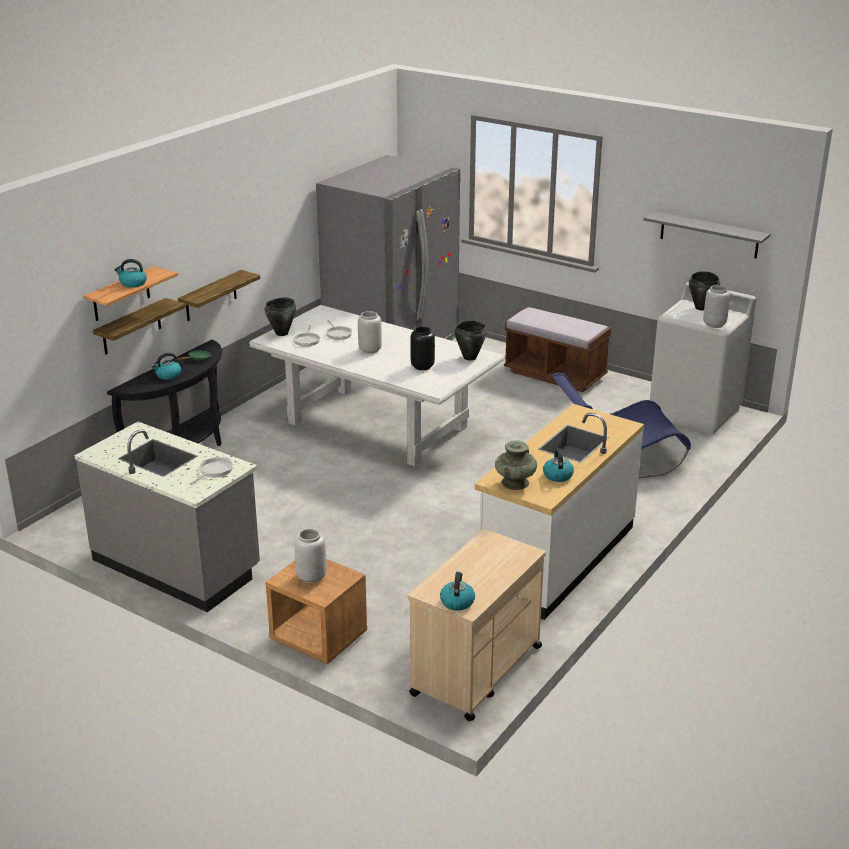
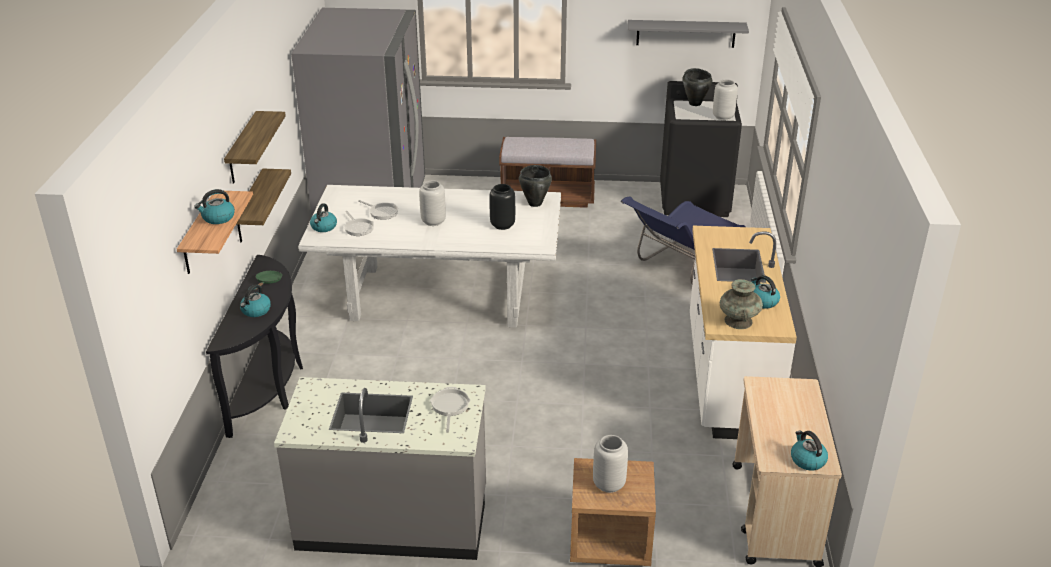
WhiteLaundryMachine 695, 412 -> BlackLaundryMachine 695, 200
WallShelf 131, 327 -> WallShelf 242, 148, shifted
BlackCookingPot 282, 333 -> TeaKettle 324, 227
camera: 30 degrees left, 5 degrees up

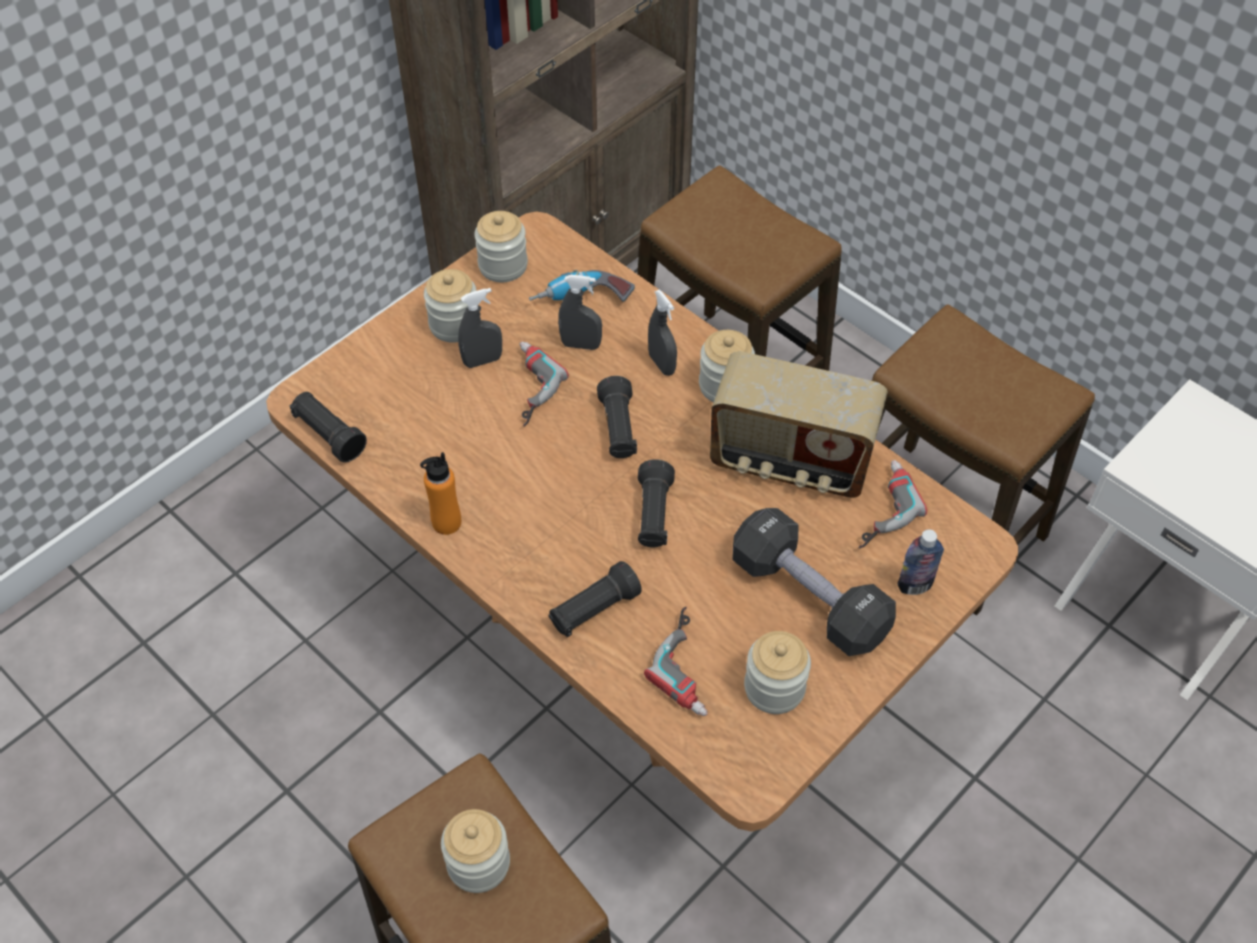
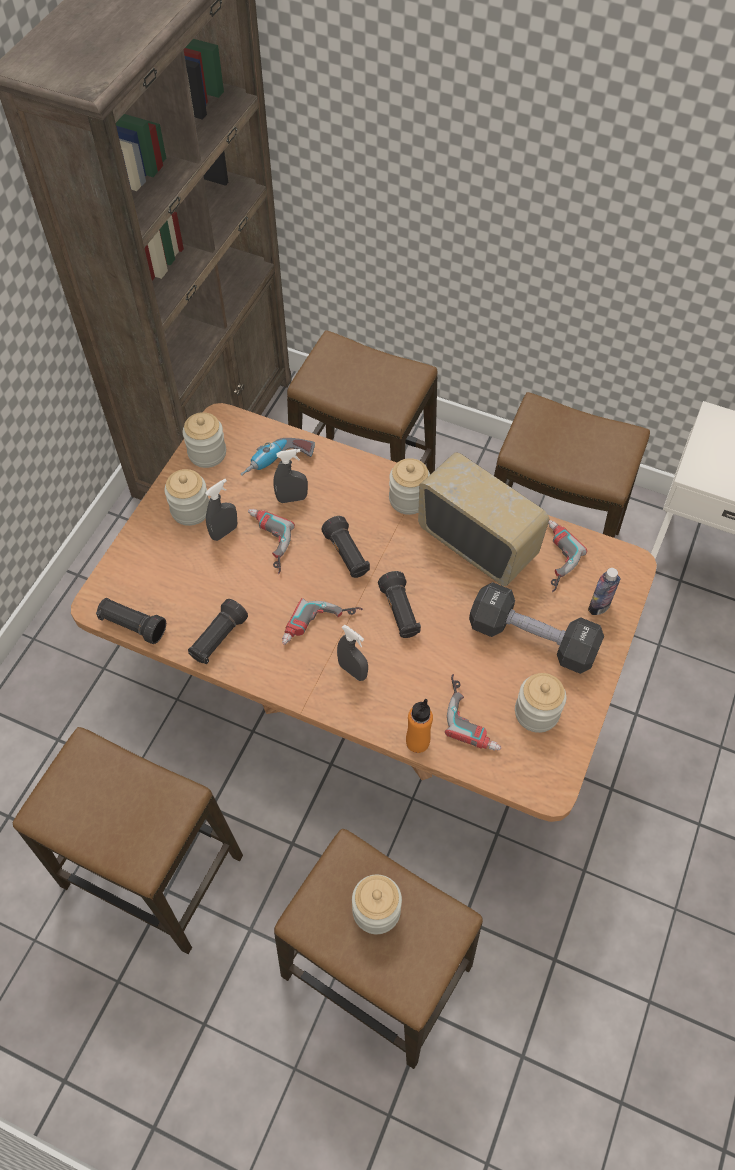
GreyishHandSprayer 661, 364 -> GreyishHandSprayer 352, 671, shifted
Radio 790, 462 -> Radio 478, 542, 135 degrees counterclockwise
OrangeColouredBottle 446, 522 -> OrangeColouredBottle 417, 742, shifted
BlackTorch 593, 610 -> BlackTorch 218, 639, shifted
none -> PowerDrill 321, 628
none -> StoolSeat 152, 871
camera: 20 degrees left, 5 degrees up

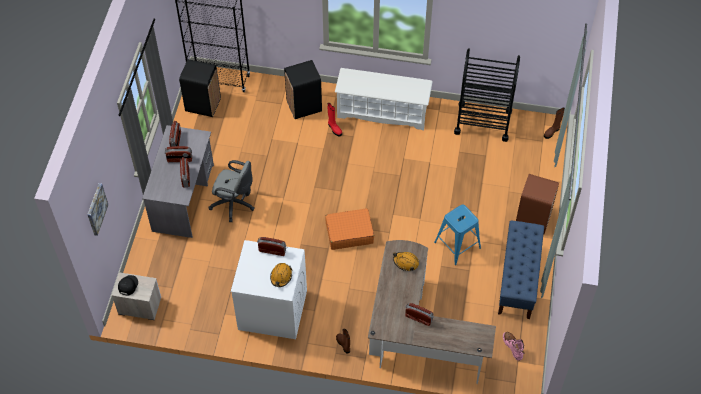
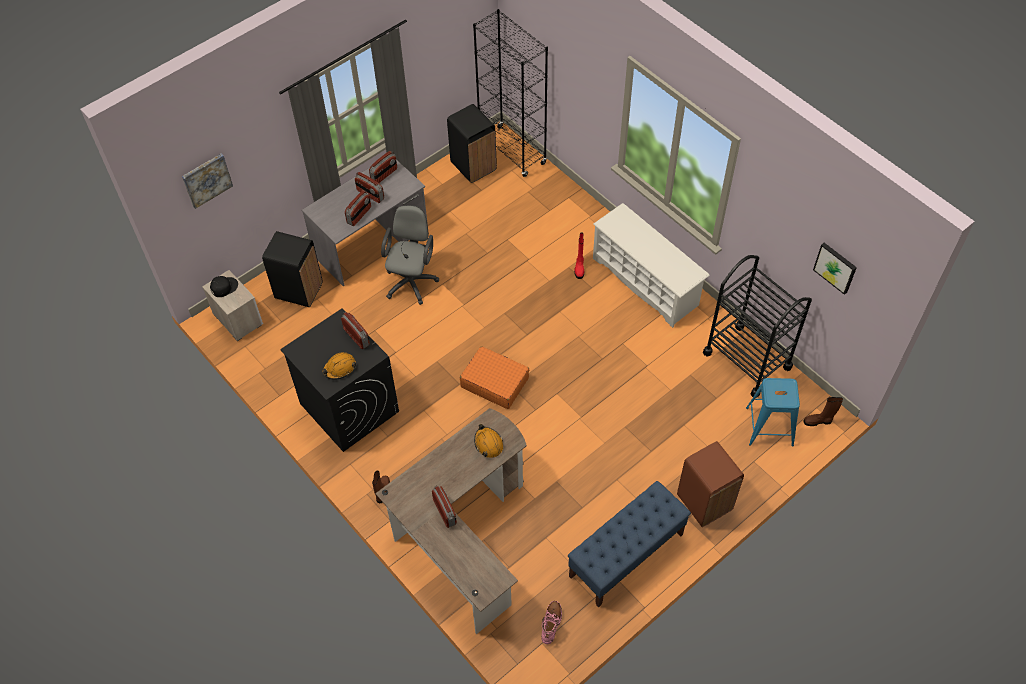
BlackRubbishBin 303, 106 -> BlackRubbishBin 299, 290, shifted
GreyishDeskChair 234, 204 -> GreyishDeskChair 412, 280, 135 degrees counterclockwise
BlueColouredStoolSeat 457, 245 -> BlueColouredStoolSeat 769, 427, shifted
WhiteLaundryMachine 272, 310 -> BlackLaundryMachine 348, 407
none -> Picture 835, 267
camera: 40 degrees right, 0 degrees up

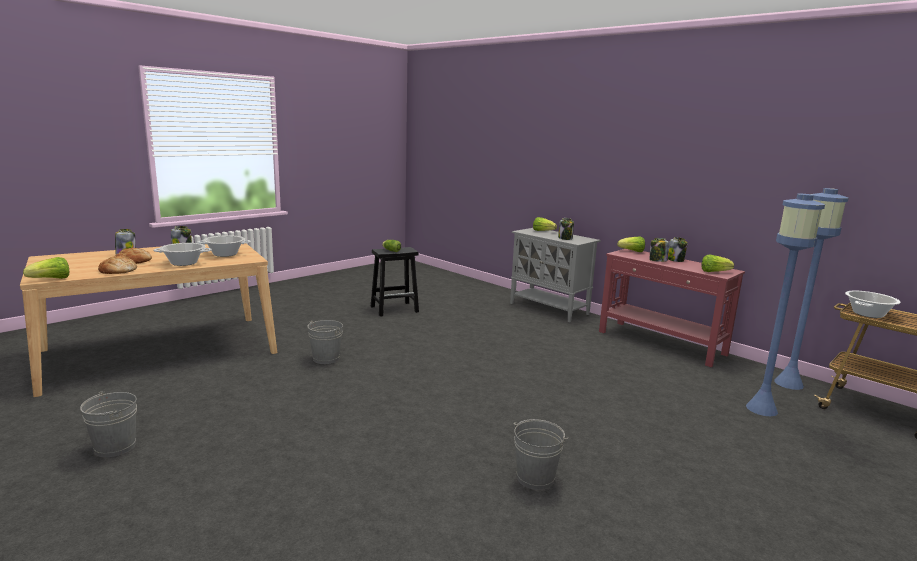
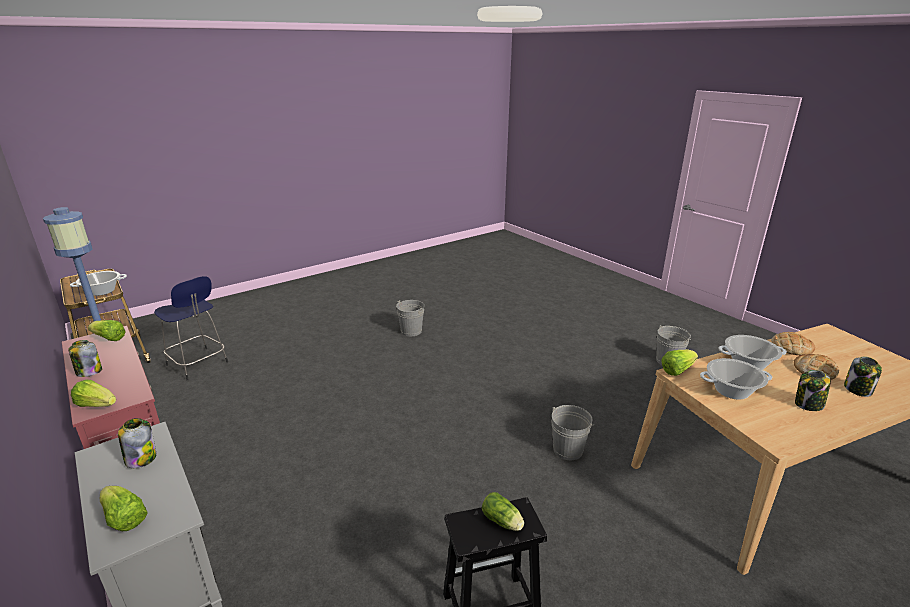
BlueColouredFloorLamp 761, 408 -> BlueColouredStoolSeat 198, 364
StorageJar 657, 261 -> none
LettuceHead 51, 279 -> LettuceHead 677, 370, shifted
camera: 170 degrees left, 10 degrees up

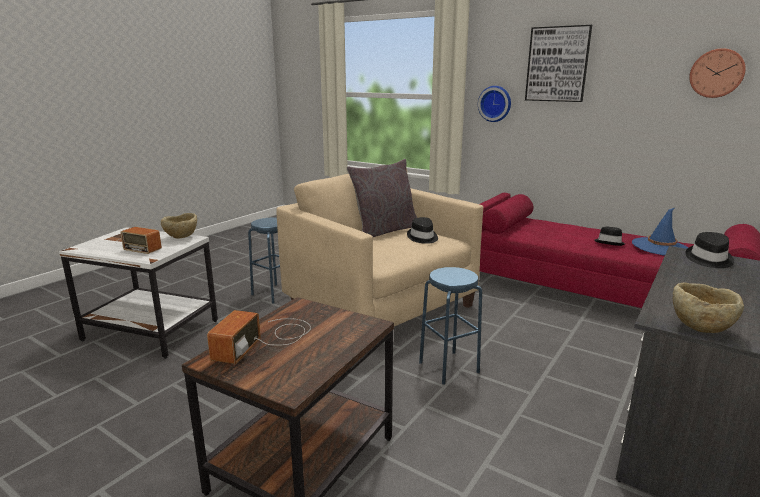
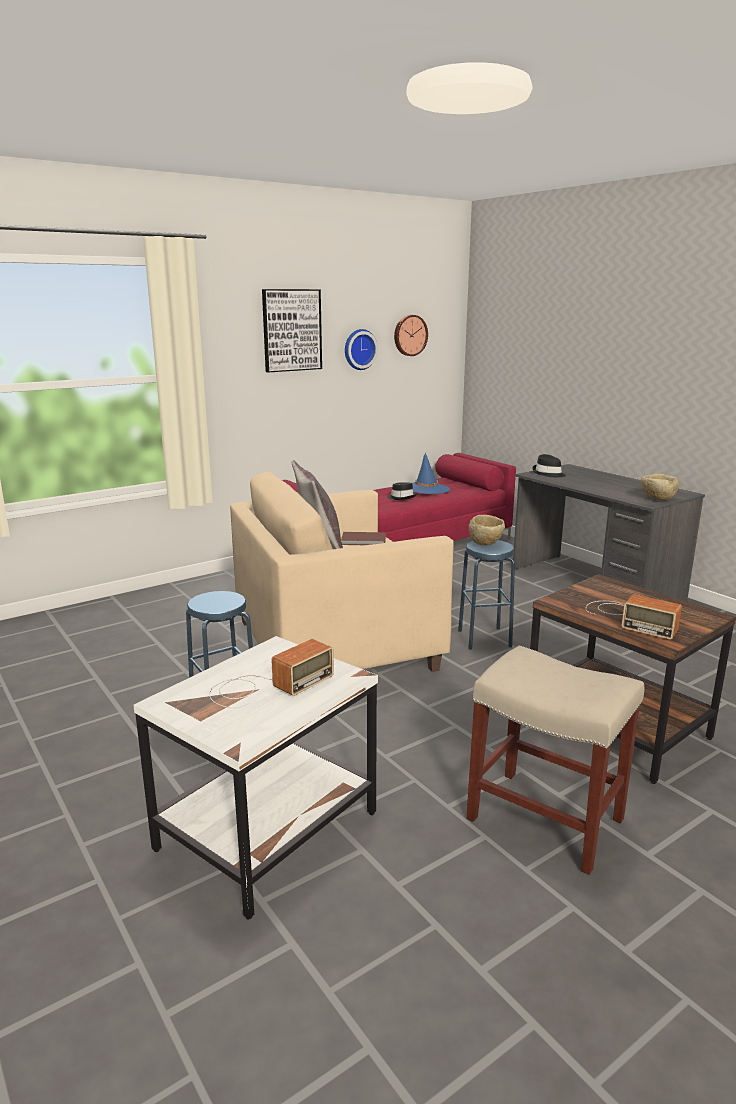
HangingClock 495, 103 -> HangingClock 359, 349, shifted
BeigeColouredBowl 181, 238 -> BeigeColouredBowl 486, 544, shifted
BlackClothingHat 422, 237 -> BrownColouredBook 364, 541
none -> BeigeColouredStoolSeat 547, 819
camera: 70 degrees left, 0 degrees up

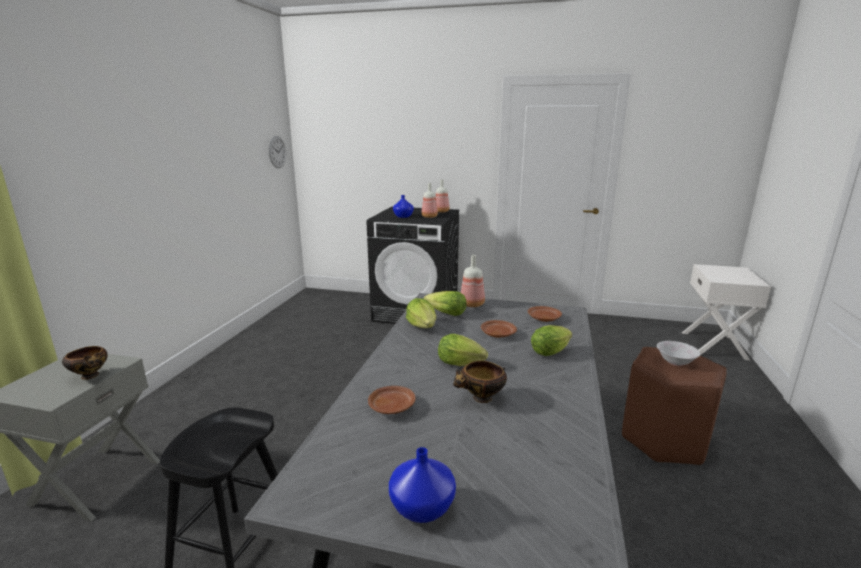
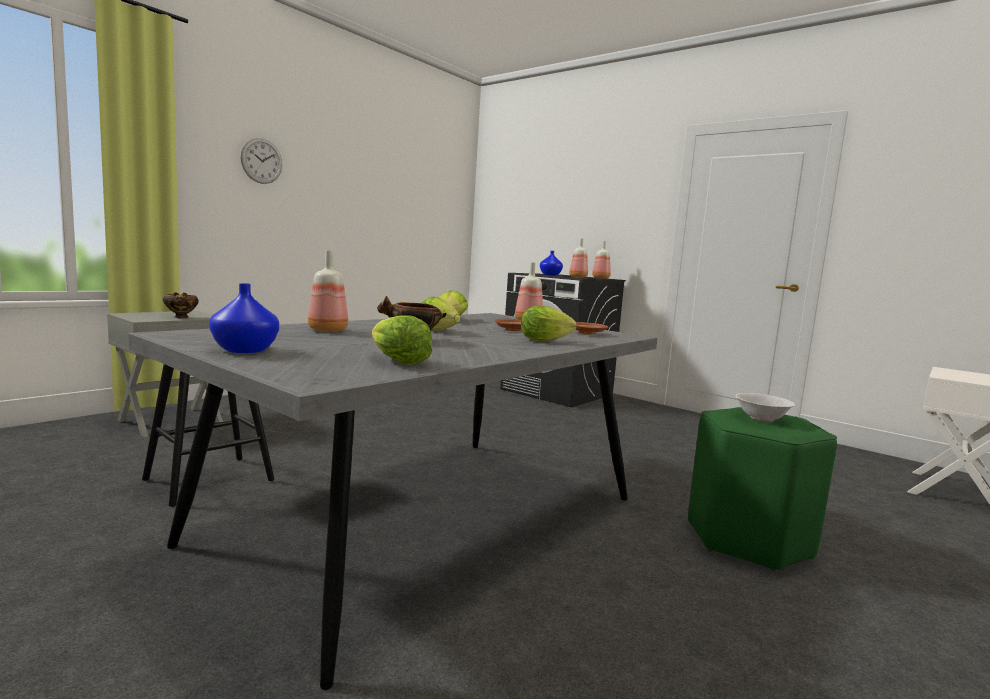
HangingClock 277, 152 -> HangingClock 261, 161, shifted
LettuceHead 446, 313 -> LettuceHead 397, 361, shifted
BrownColouredStoolSeat 664, 440 -> GreenishStoolSeat 748, 540
BrownColouredPlate 392, 407 -> Bottle 329, 330
camera: 25 degrees right, 10 degrees down

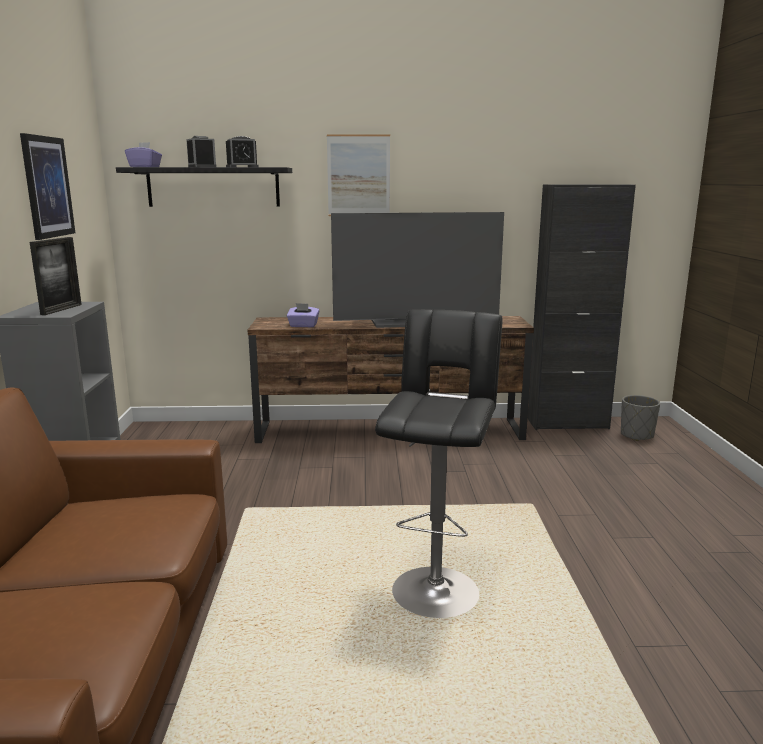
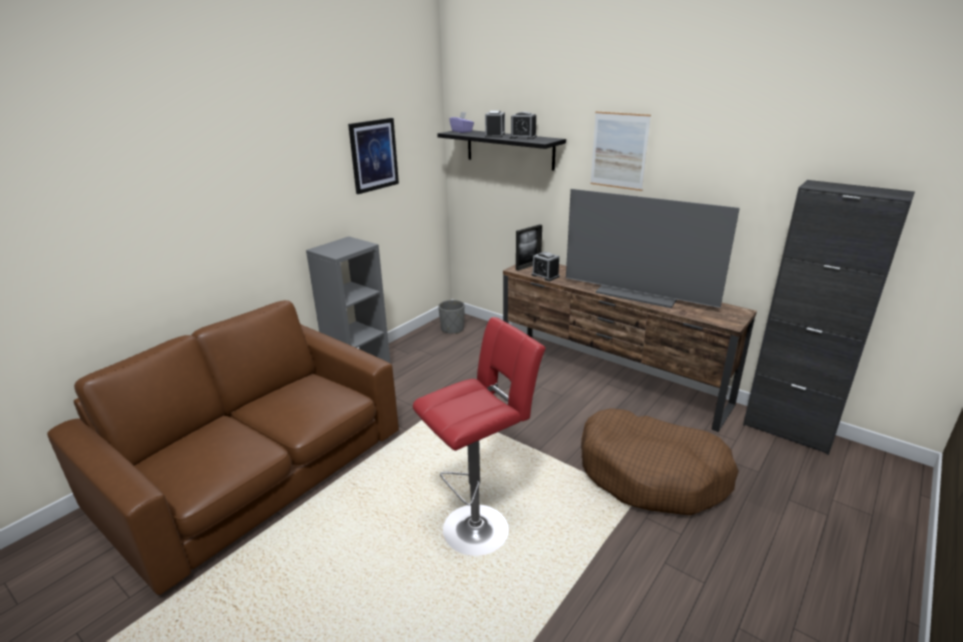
PictureFrame 61, 309 -> PictureFrame 528, 266, shifted
PurpleTissueHolder 303, 326 -> AlarmClock 545, 276
BlackStoolSeat 436, 587 -> ReddishStoolSeat 480, 526
GreyishPlanter 637, 435 -> GreyishPlanter 452, 329, shifted
none -> BrownColouredPetBed 652, 474
camera: 40 degrees right, 10 degrees up

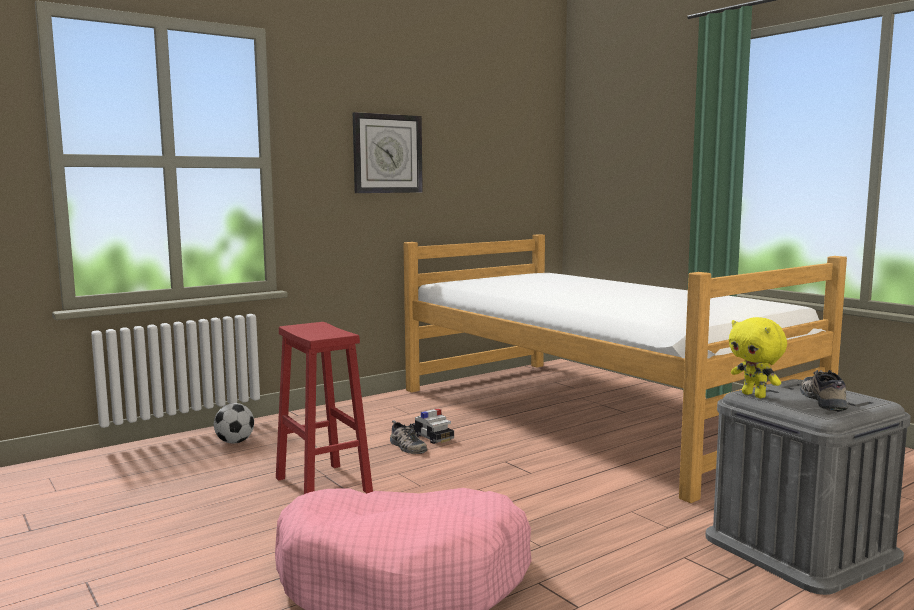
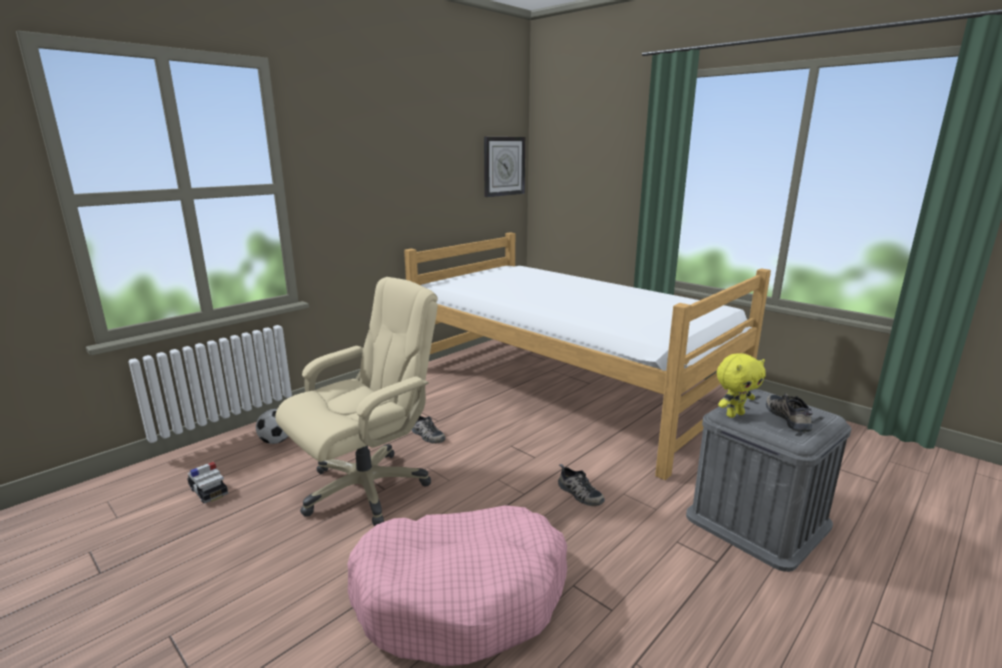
HangingClock 387, 154 -> HangingClock 504, 166, shifted
YellowColouredSoftToy 755, 395 -> YellowColouredSoftToy 734, 414, 75 degrees counterclockwise
ReddishStoolSeat 324, 485 -> BeigeColouredDeskChair 367, 487
MiniatureCar 433, 437 -> MiniatureCar 208, 491, shifted
none -> ItemOfFootwear 578, 493
camera: 10 degrees left, 10 degrees up

